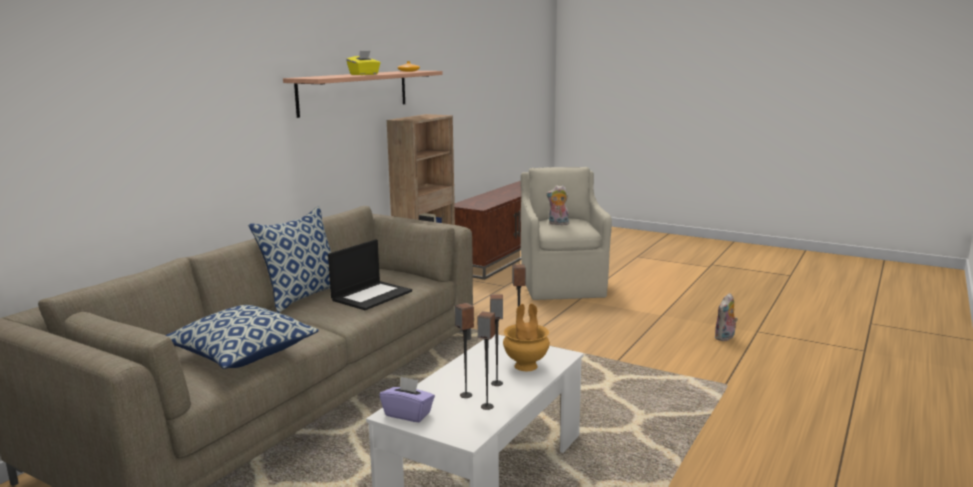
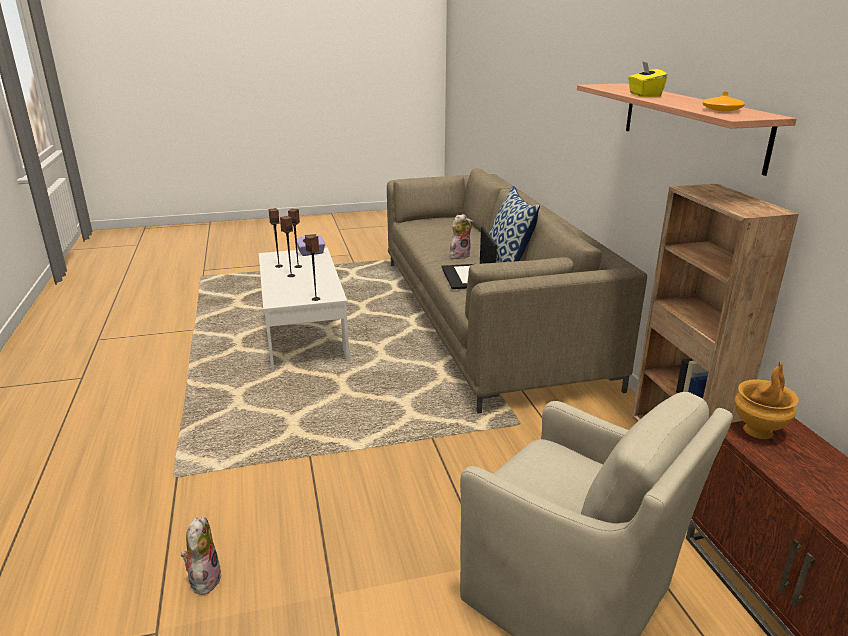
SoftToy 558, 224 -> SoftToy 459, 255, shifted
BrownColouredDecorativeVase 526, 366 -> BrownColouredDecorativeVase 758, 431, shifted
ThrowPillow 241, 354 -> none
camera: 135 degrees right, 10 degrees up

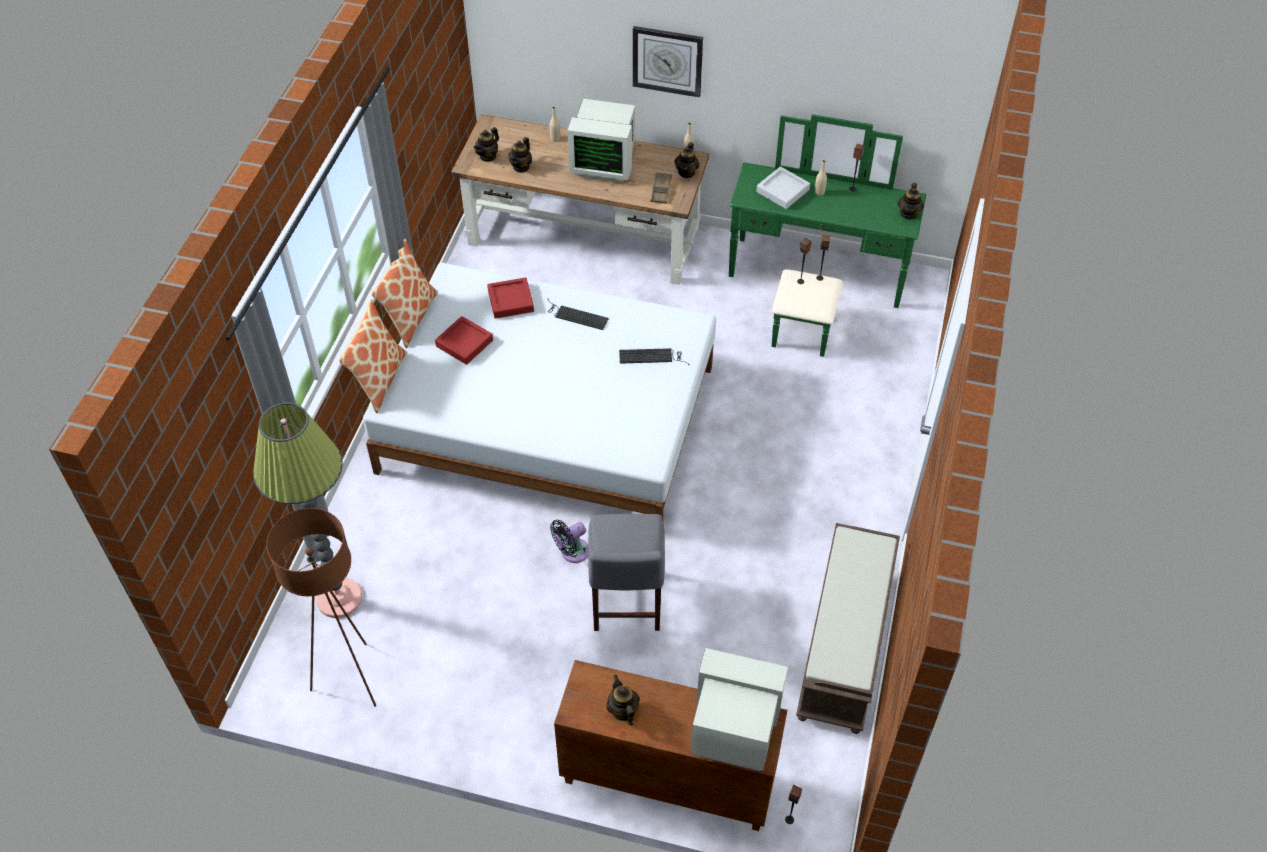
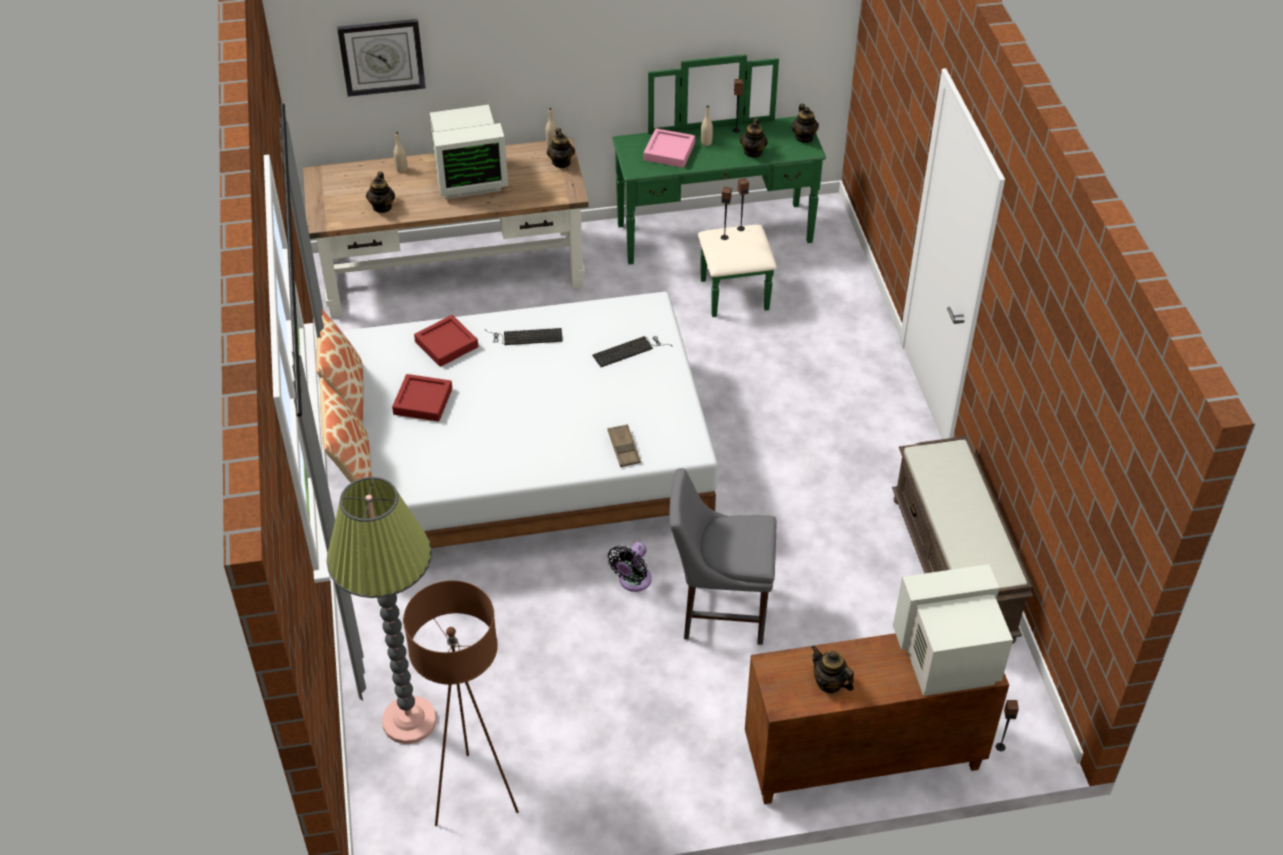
HangingClock 667, 61 -> HangingClock 382, 56, shifted
PotForTea 488, 156 -> PotForTea 753, 152, shifted
GreyishCarryingTray 782, 191 -> PinkColouredCarryingTray 669, 152
BrownColouredCarryingTray 661, 190 -> BrownColouredCarryingTray 624, 448, shifted
GreyishChair 626, 605 -> GreyishChair 719, 611, 120 degrees clockwise
camera: 25 degrees left, 5 degrees down

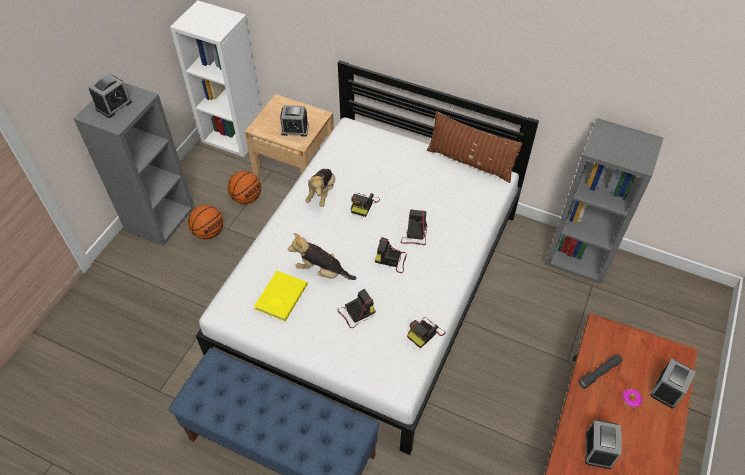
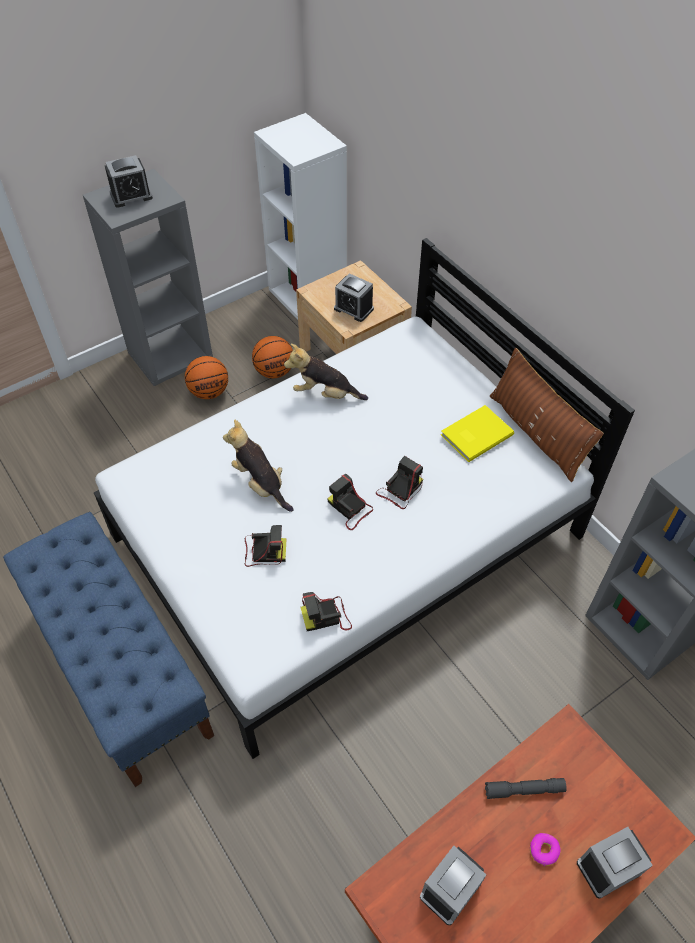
SoftToy 321, 193 -> SoftToy 325, 394, 60 degrees clockwise
StillCamera 364, 205 -> none
YellowColouredBook 279, 297 -> YellowColouredBook 475, 434, shifted
camera: 30 degrees right, 0 degrees up

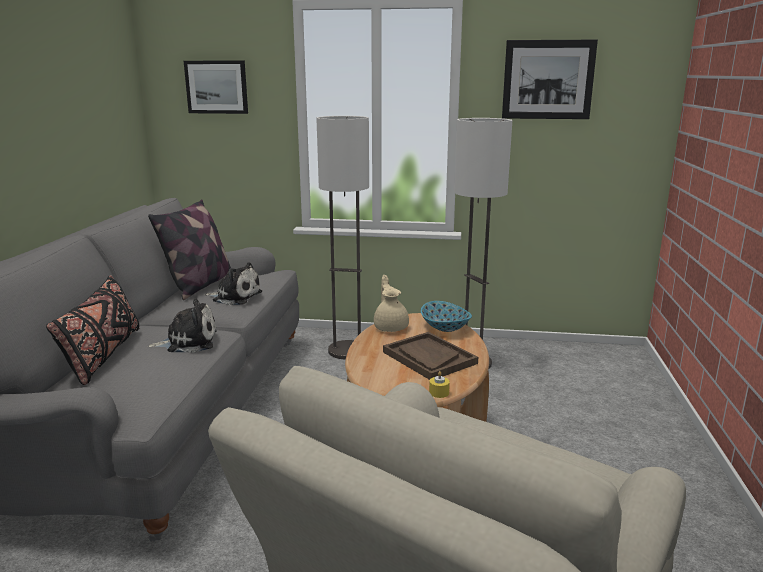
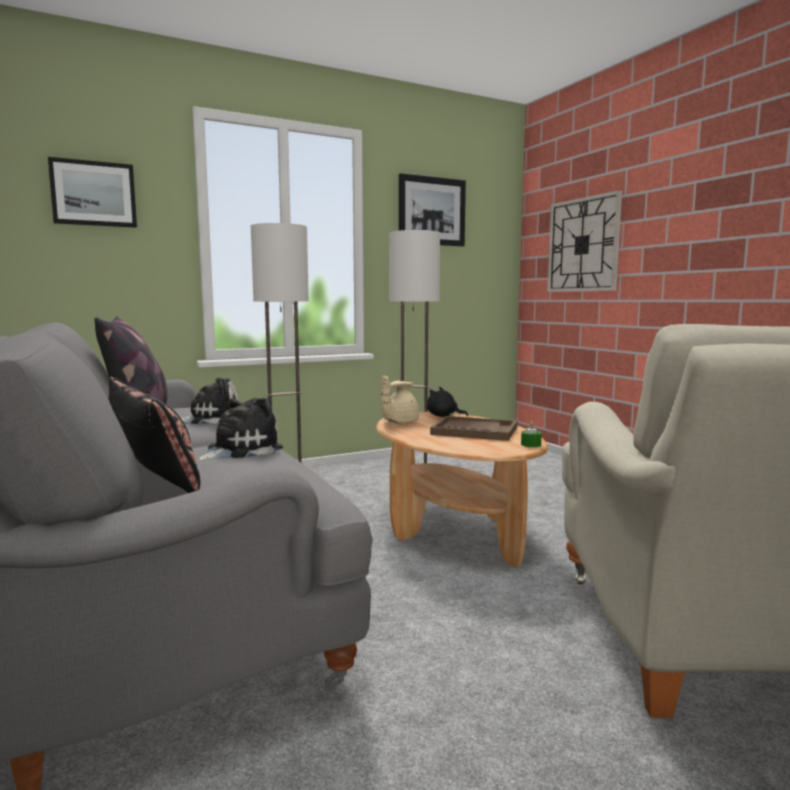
BeigeColouredPotForTea 391, 327 -> BeigeColouredPotForTea 399, 422, 90 degrees counterclockwise
Bowl 445, 328 -> BlackSoftToy 443, 416
YellowColouredCandle 439, 392 -> GreenishCandle 531, 444
none -> HangingClock 583, 245
camera: 35 degrees left, 10 degrees down

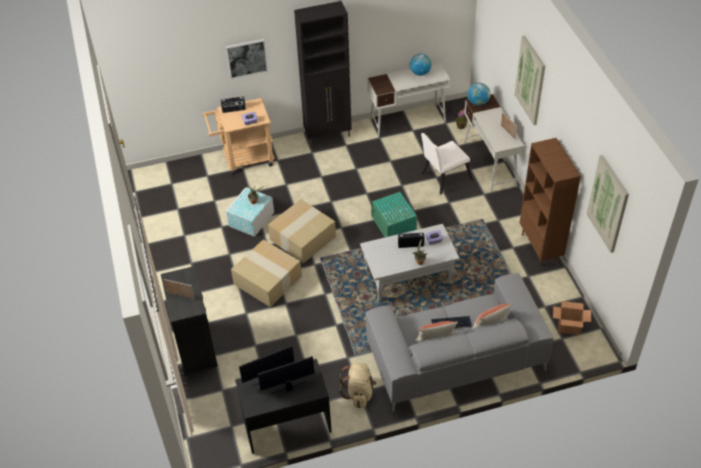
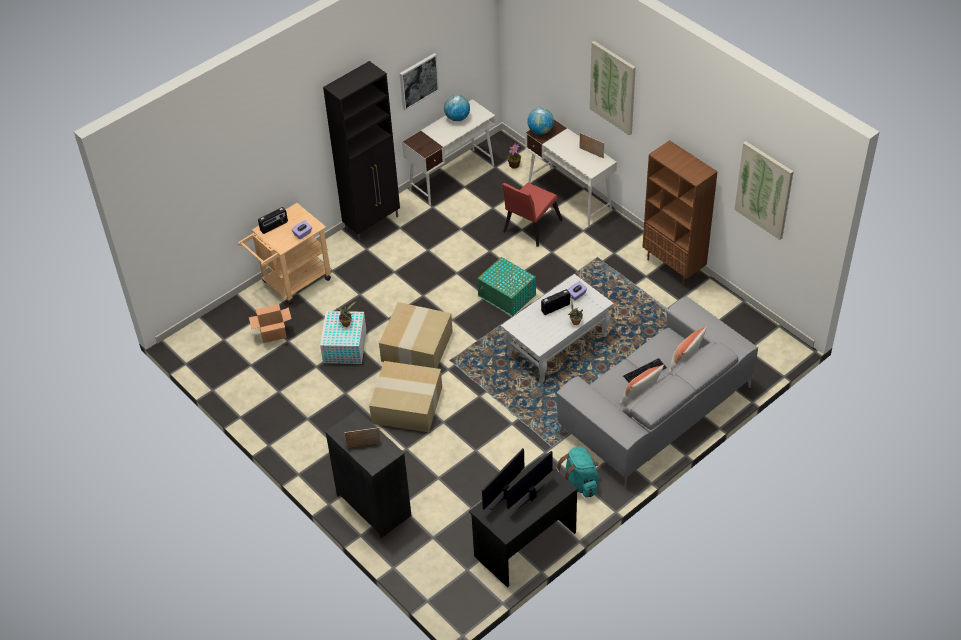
Picture 246, 58 -> Picture 418, 81, shifted
WhiteChair 443, 178 -> ReddishChair 530, 228
CardboardBox 568, 327 -> CardboardBox 273, 334, shifted
BeigeColouredKnapsack 359, 393 -> TurquoiseColouredKnapsack 579, 483
camera: 25 degrees left, 0 degrees up

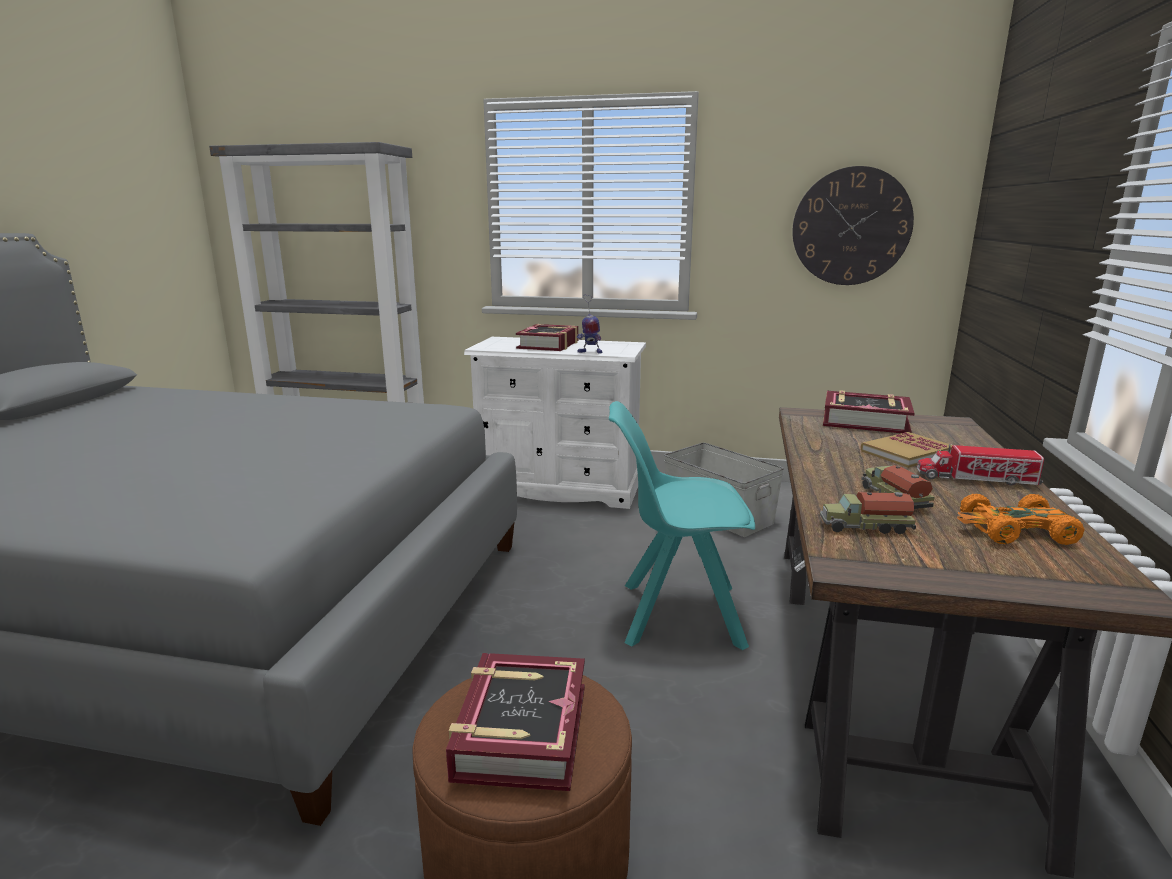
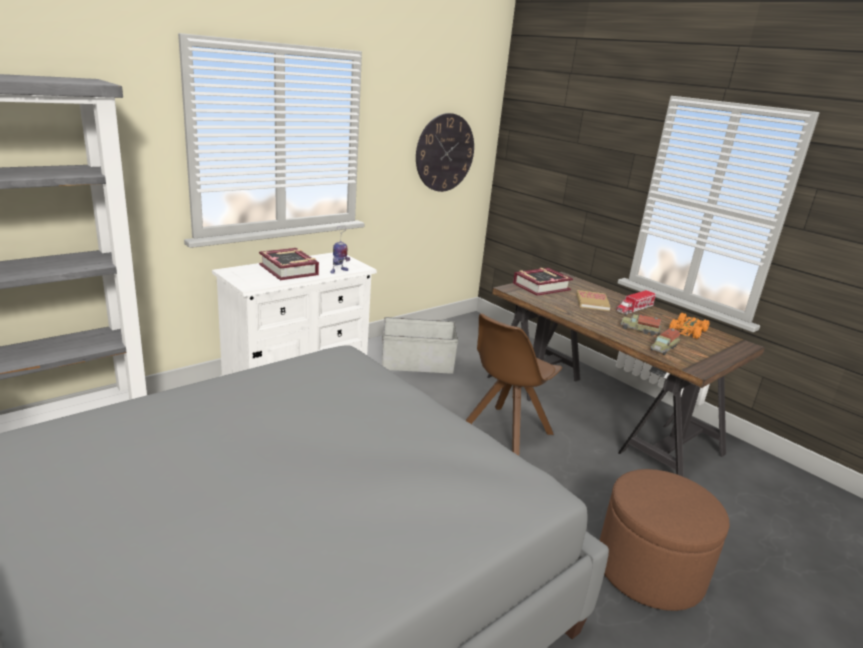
TurquoiseColouredChair 677, 614 -> BrownColouredChair 504, 433
Book 520, 731 -> none
camera: 55 degrees left, 5 degrees up

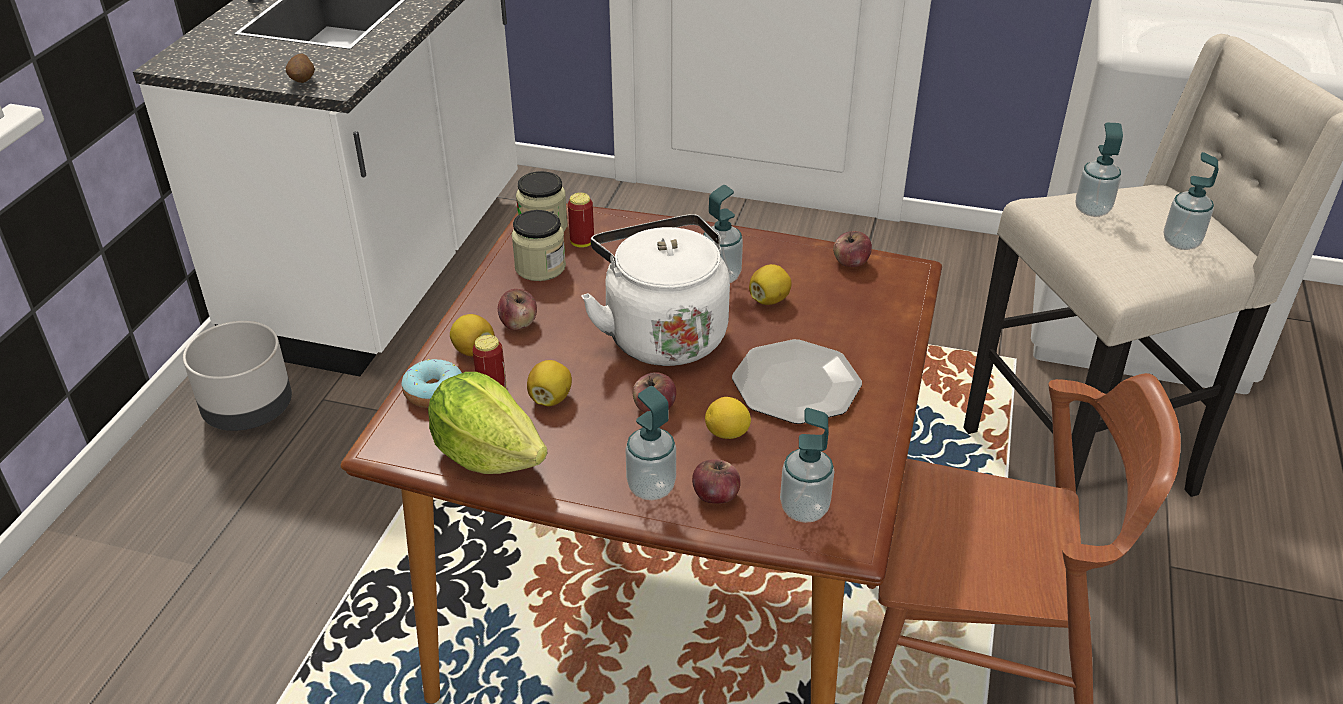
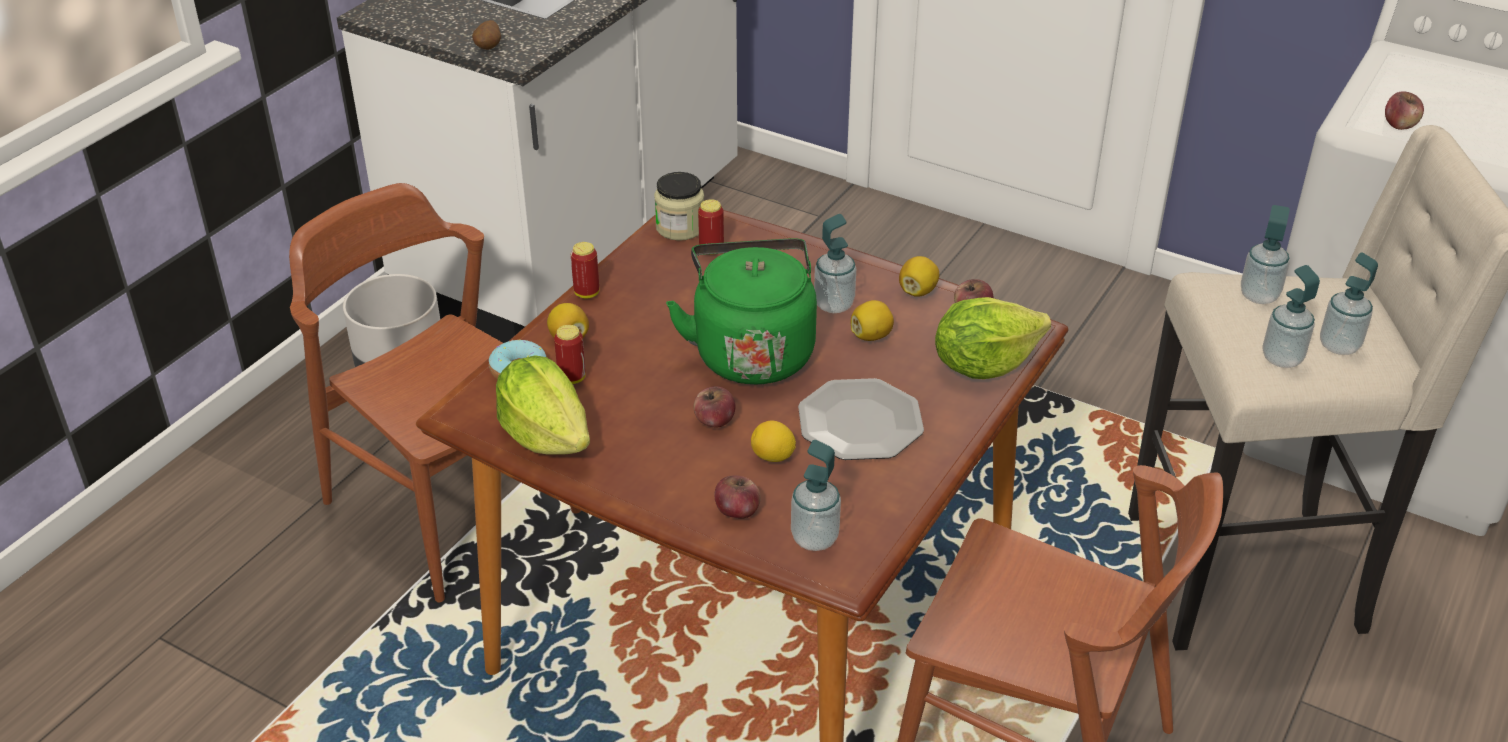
StorageJar 540, 267 -> none
WhiteTeaKettle 662, 333 -> GreenishTeaKettle 752, 351
Apple 518, 323 -> Apple 1399, 125, shifted
WholeLemon 550, 398 -> WholeLemon 917, 291, shifted
LiquidSoapBottle 651, 487 -> LiquidSoapBottle 1282, 358, shifted
none -> BrownColouredChair 450, 507
none -> SealedCan 586, 293
none -> LettuceHead 983, 364
camera: 15 degrees right, 0 degrees up

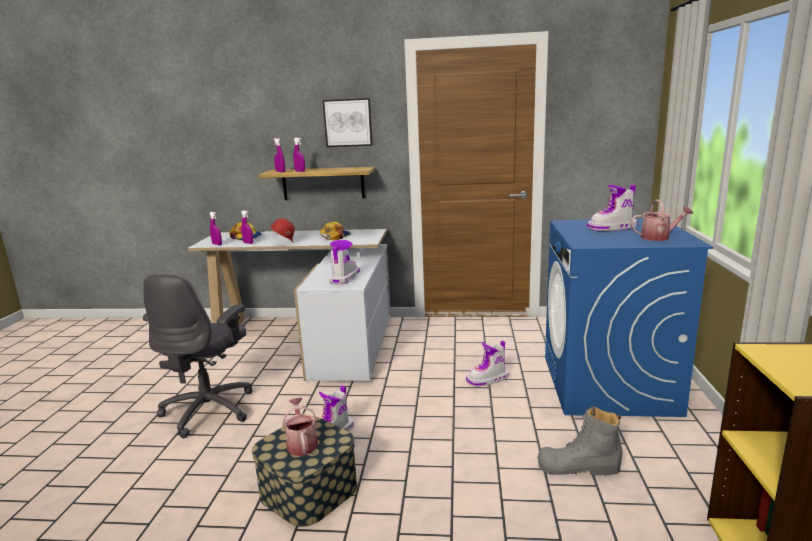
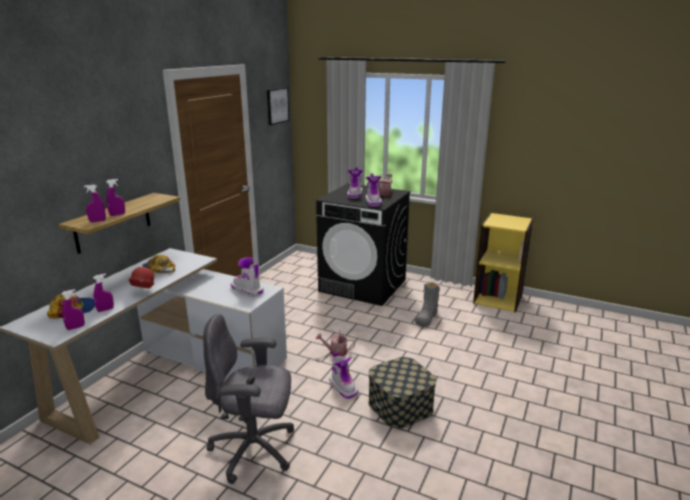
Picture 348, 122 -> Picture 277, 105, shifted
BlueColouredLaundryMachine 608, 385 -> BlackLaundryMachine 363, 285
GreyishDeskChair 210, 410 -> GreyishDeskChair 254, 450, 150 degrees clockwise
TallBoot 488, 379 -> TallBoot 373, 202, shifted
SprinklingCan 301, 443 -> SprinklingCan 335, 352, shifted
camera: 70 degrees left, 5 degrees up

